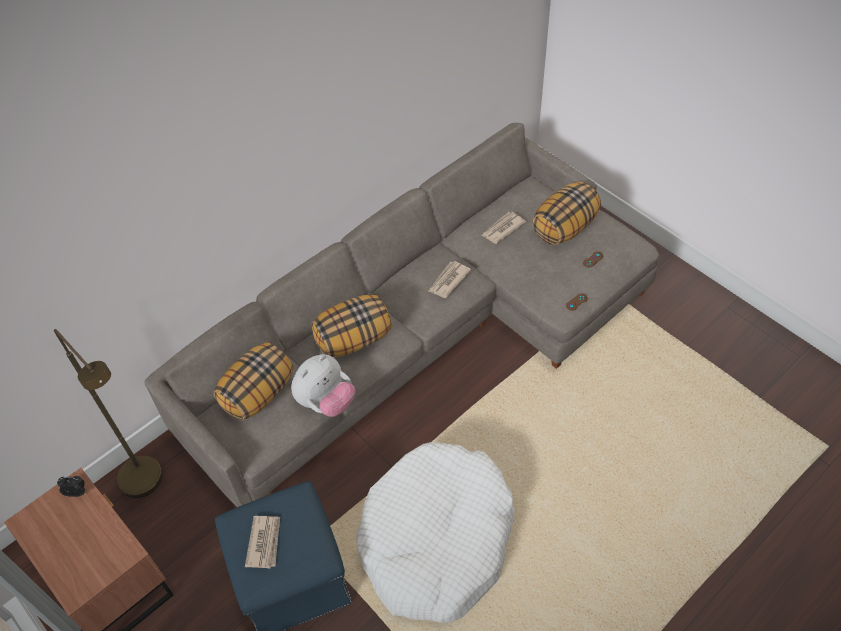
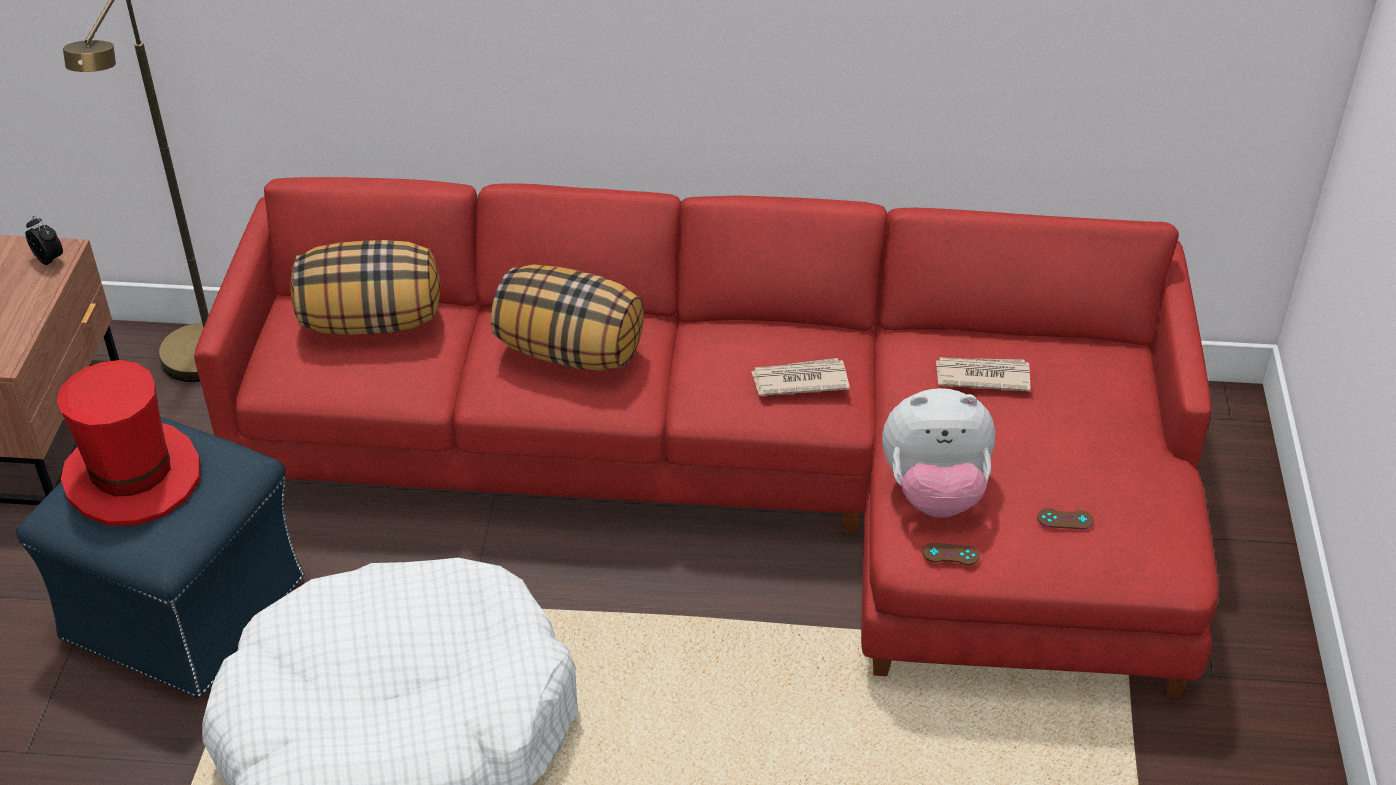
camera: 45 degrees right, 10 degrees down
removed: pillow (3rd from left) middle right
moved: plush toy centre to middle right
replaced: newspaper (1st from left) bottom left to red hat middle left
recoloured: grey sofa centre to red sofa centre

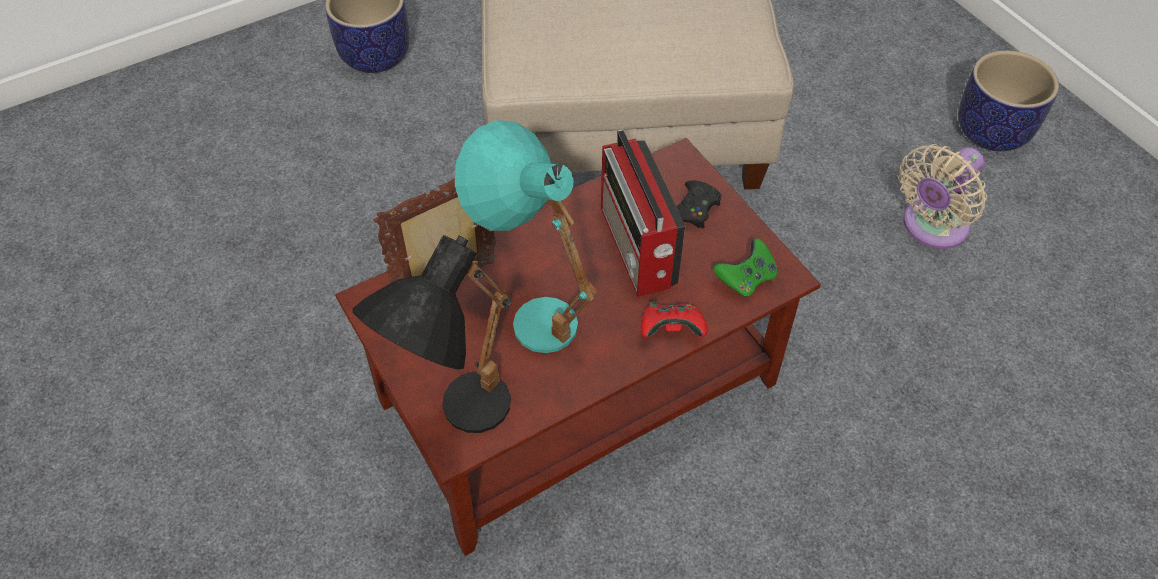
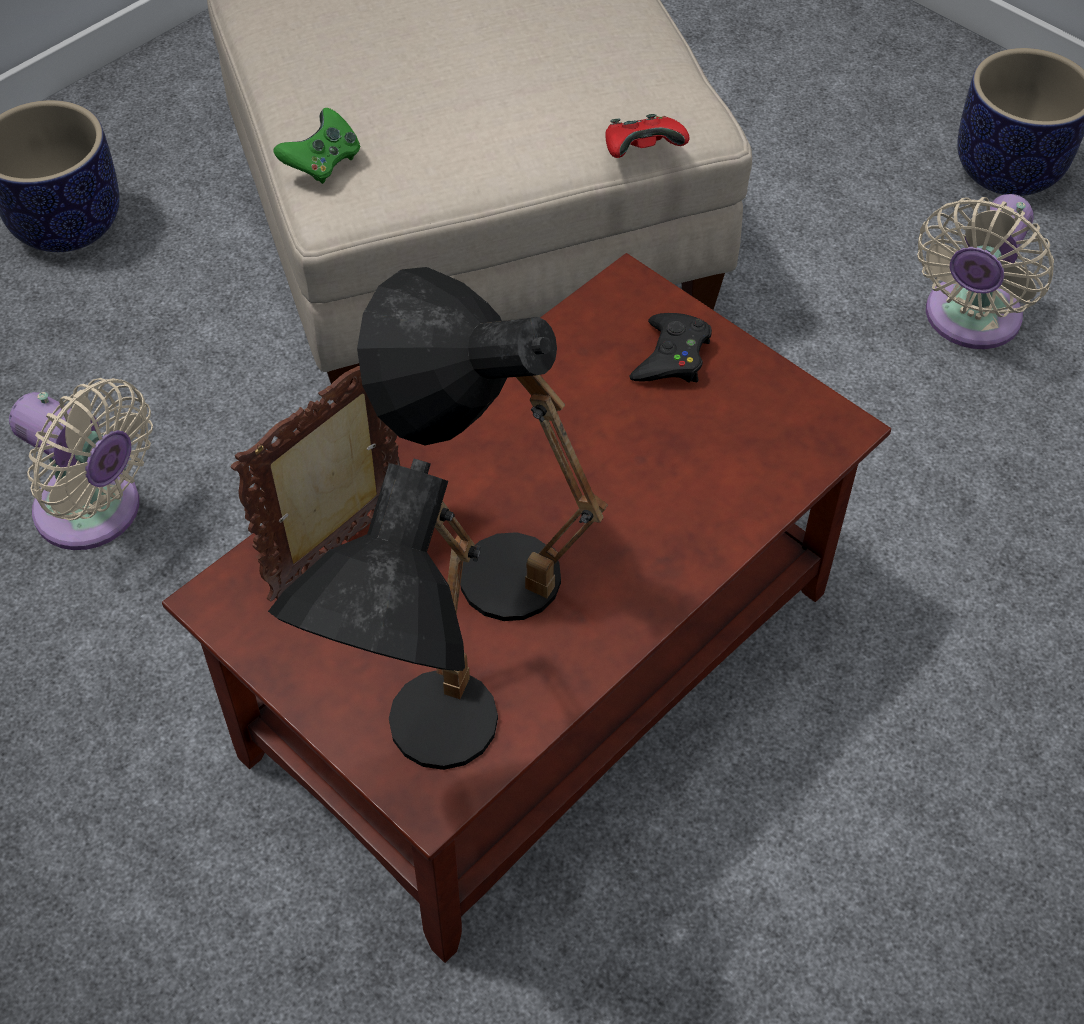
camera: 15 degrees left, 0 degrees up
removed: radio centre
added: beige fan (1st from left) middle left
moved: red game controller centre to top centre; green game controller centre to top left
recoloured: turquoise table lamp centre to black table lamp (2nd from left) centre

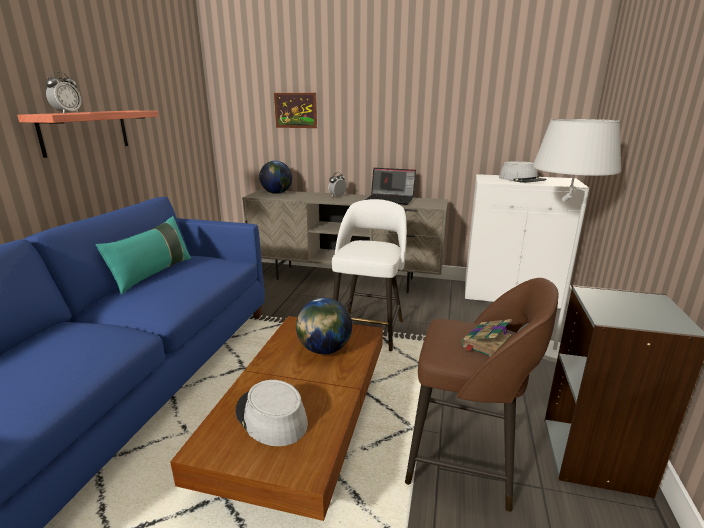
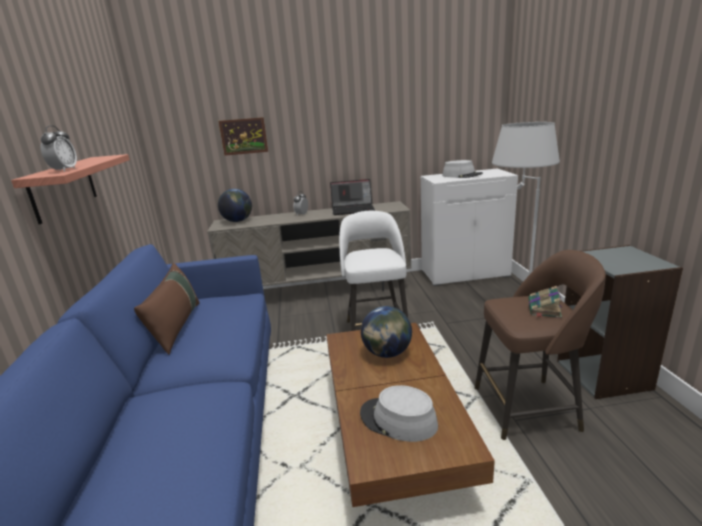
camera: 20 degrees left, 0 degrees up
recoloured: turquoise pillow middle left to brown pillow middle left

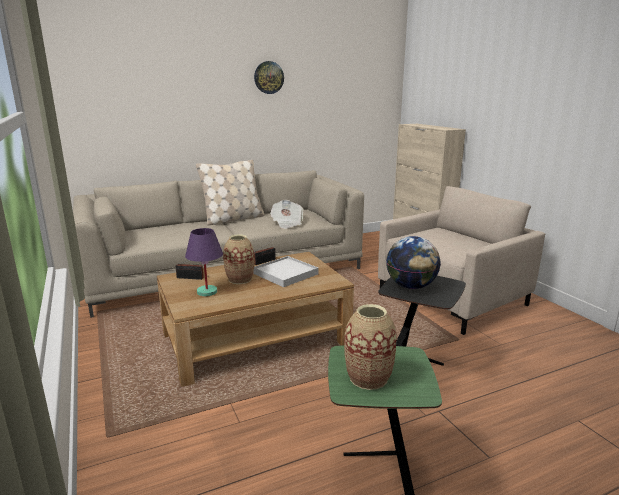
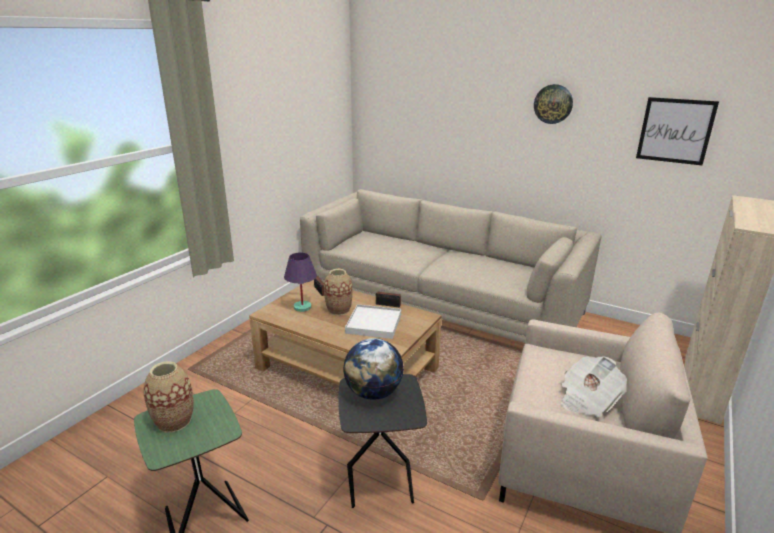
camera: 55 degrees right, 5 degrees up
removed: beige pillow centre
added: picture top right
moved: newspaper centre to bottom right

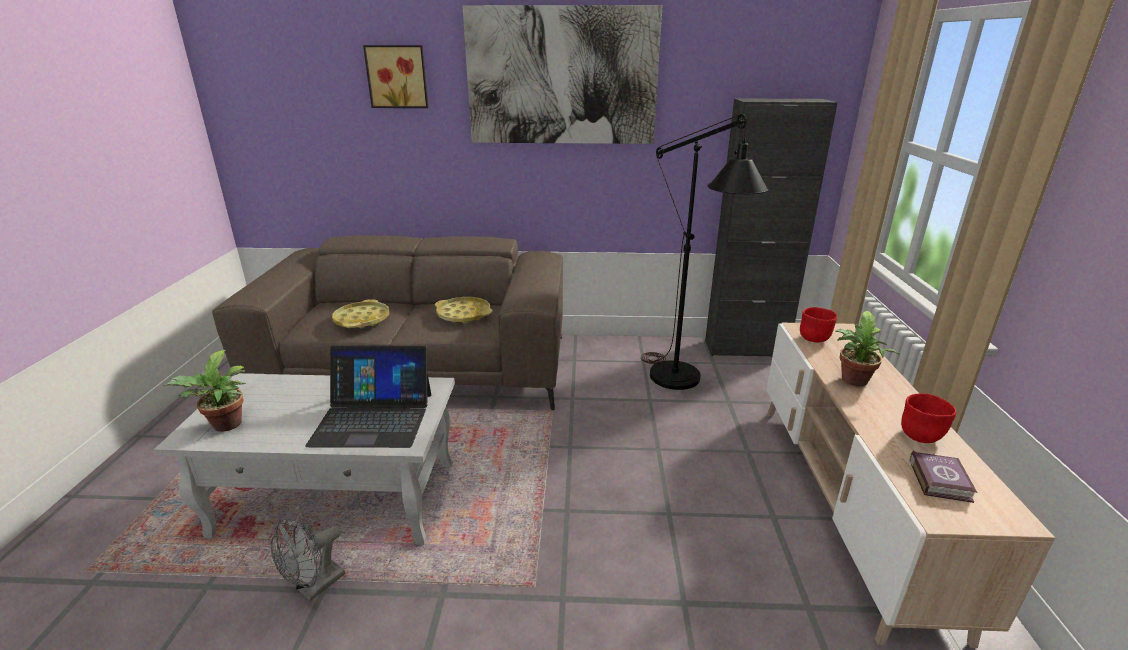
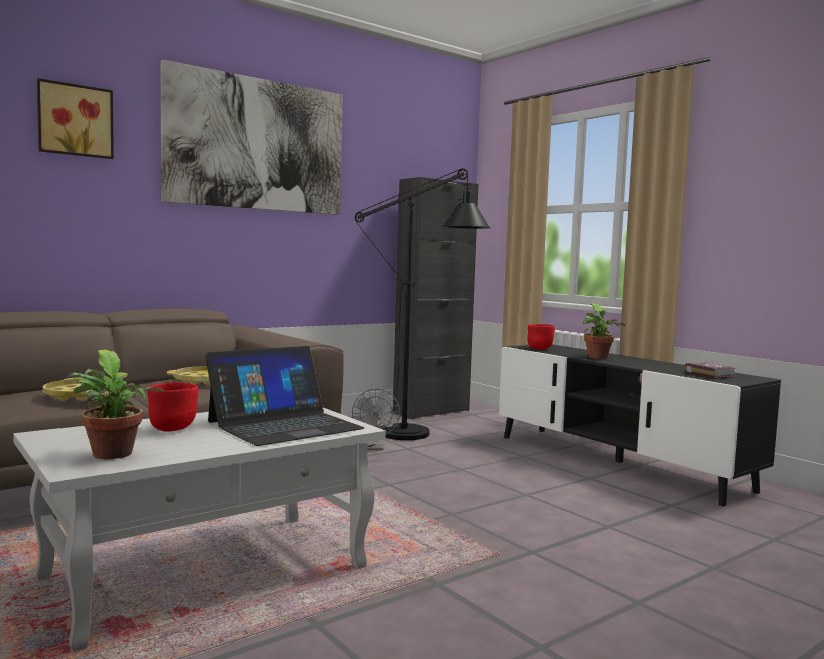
camera: 40 degrees left, 20 degrees down
moved: grey fan bottom left to centre; red bowl (2nd from left in the first image) middle right to red bowl (1st from left) middle left
recoloured: beige tv stand bottom right to black tv stand middle right

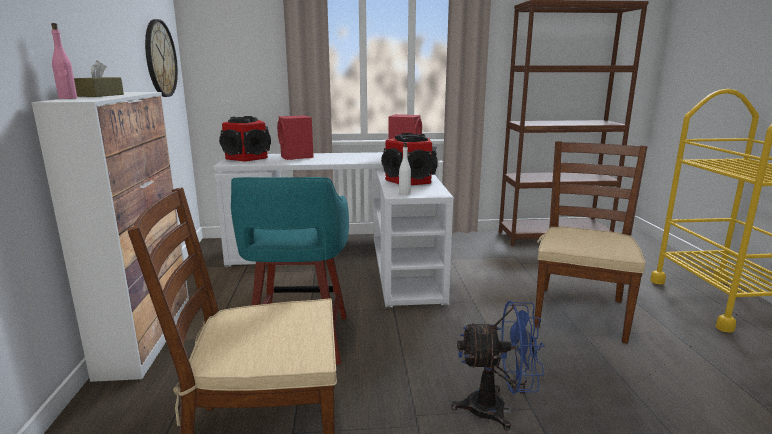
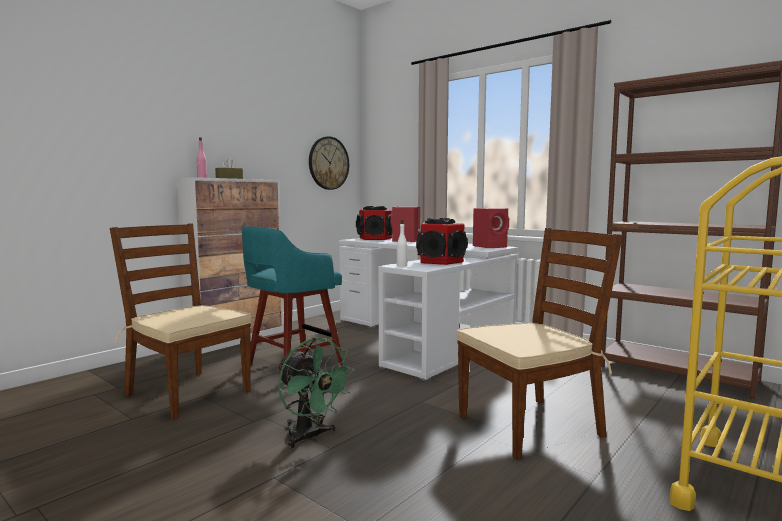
camera: 45 degrees right, 10 degrees down
recoloured: blue fan bottom centre to green fan bottom centre

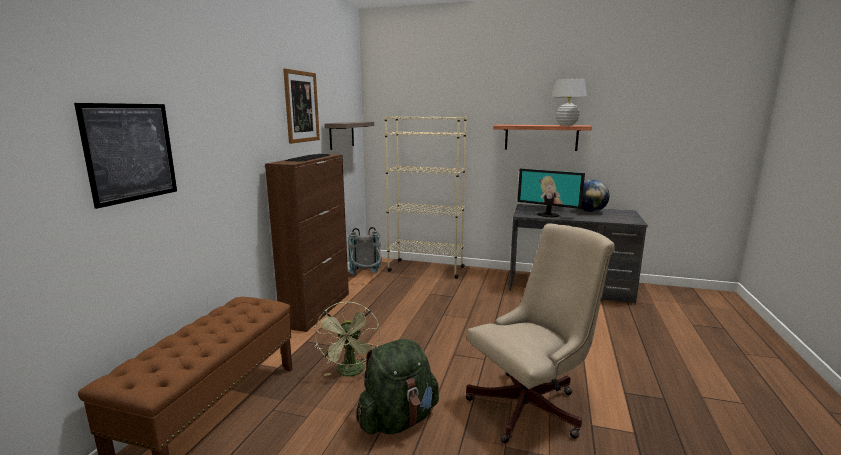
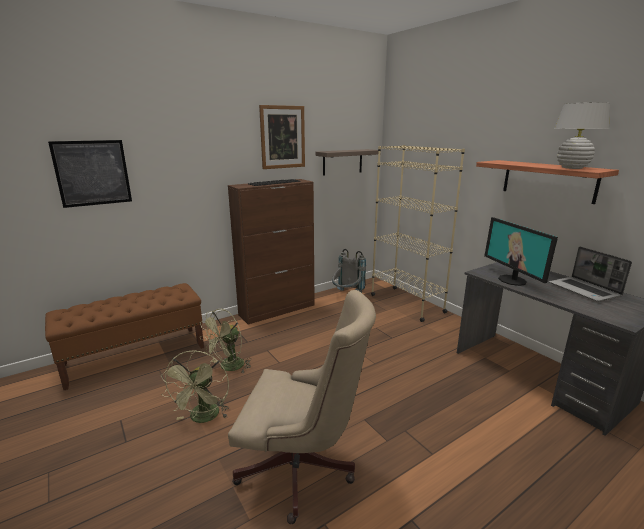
camera: 40 degrees right, 5 degrees up
replaced: green backpack bottom centre to green fan (1st from left) bottom left; globe middle right to laptop middle right

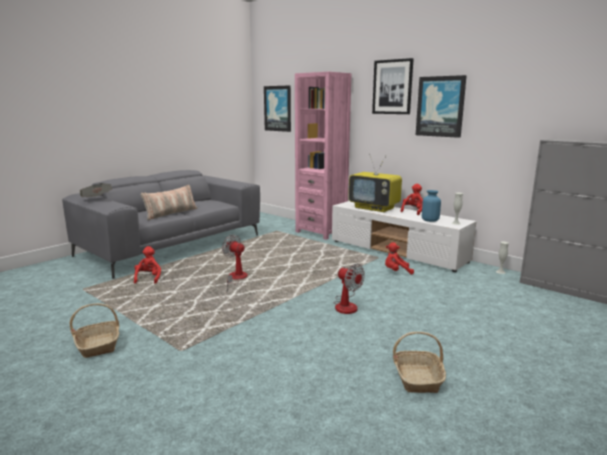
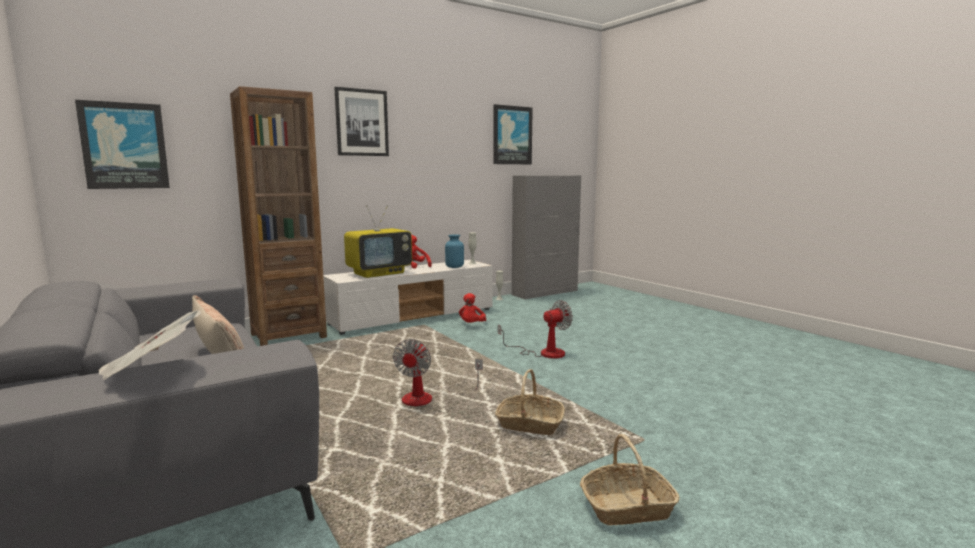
camera: 75 degrees left, 5 degrees down
removed: red plush toy (1st from left) middle left
moved: basket (2nd from left in the first image) bottom right to basket (1st from left) bottom centre; picture (3rd from left) top right to top centre
recoloured: pink bookcase centre to brown bookcase middle left
turned: fan (1st from left) centre = bottom centre 45 degrees counterclockwise

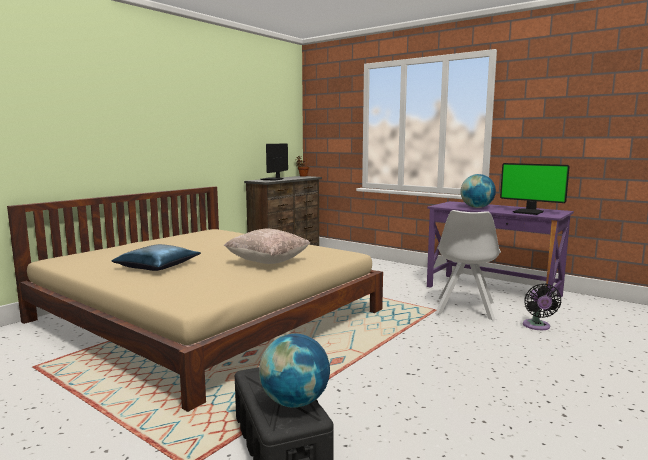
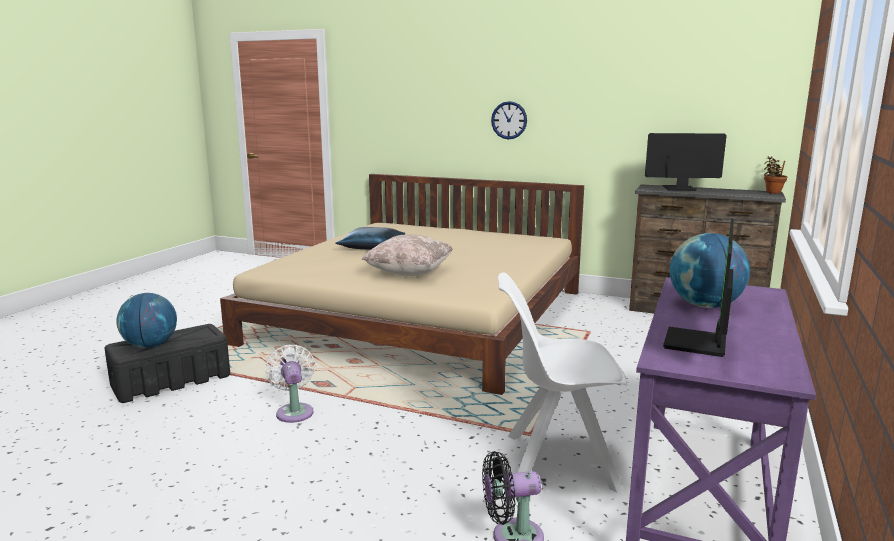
camera: 75 degrees right, 5 degrees up
added: white fan bottom left; wall clock top centre

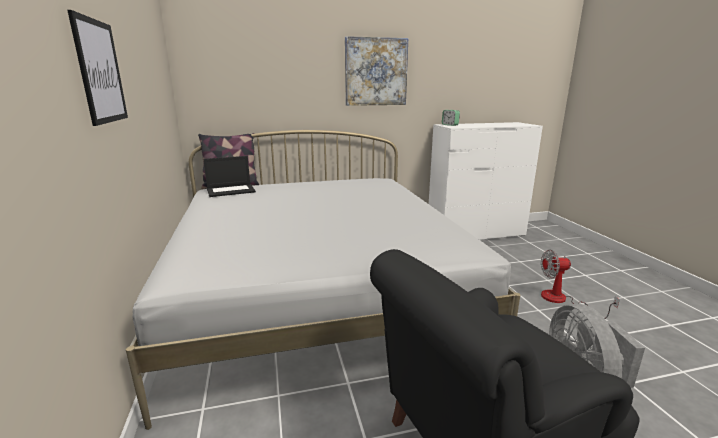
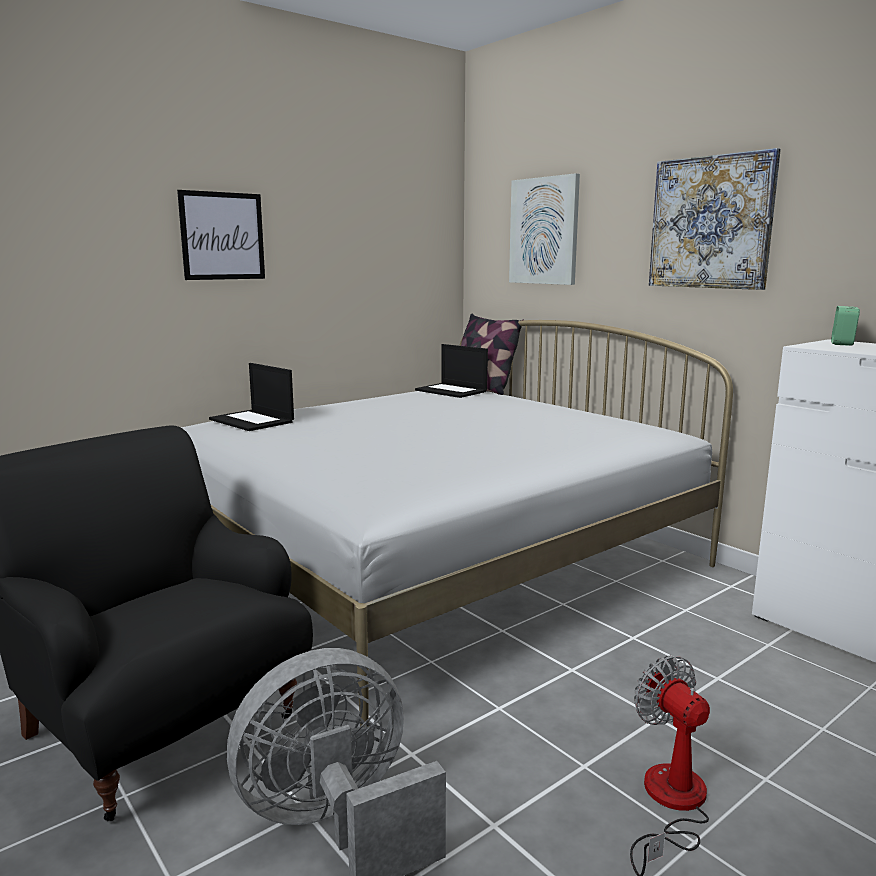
camera: 65 degrees right, 5 degrees down
added: laptop (1st from left) middle left; picture (2nd from left) top centre

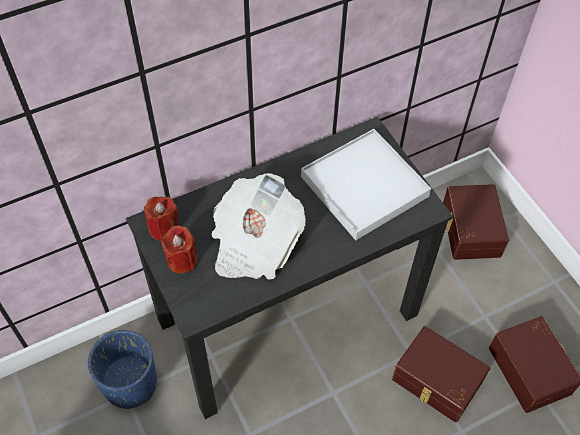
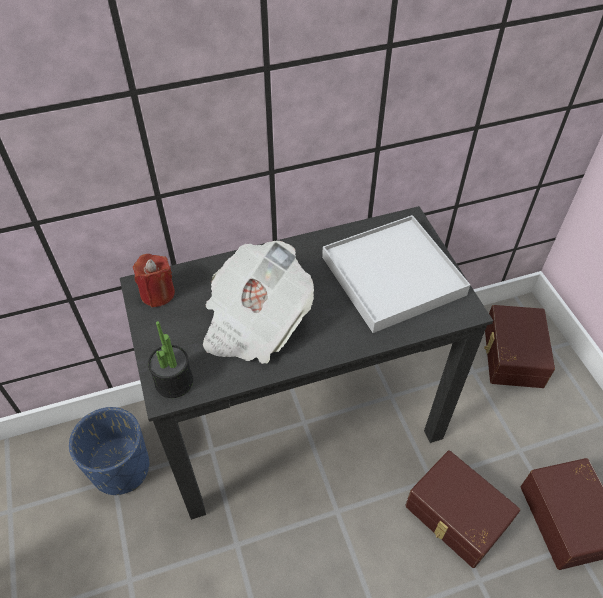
camera: 10 degrees right, 5 degrees down
removed: red candle (2nd from left) middle left
added: potted plant middle left

